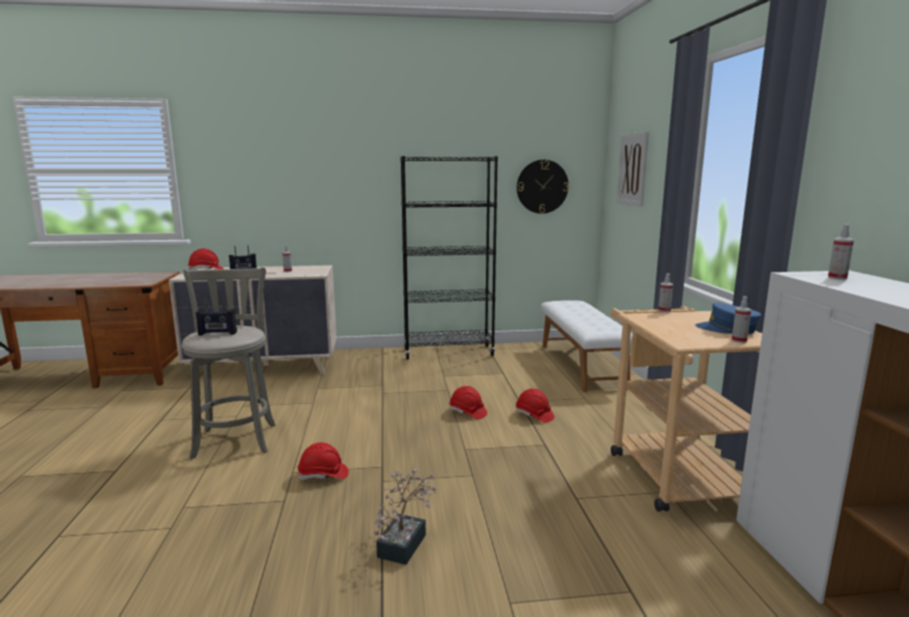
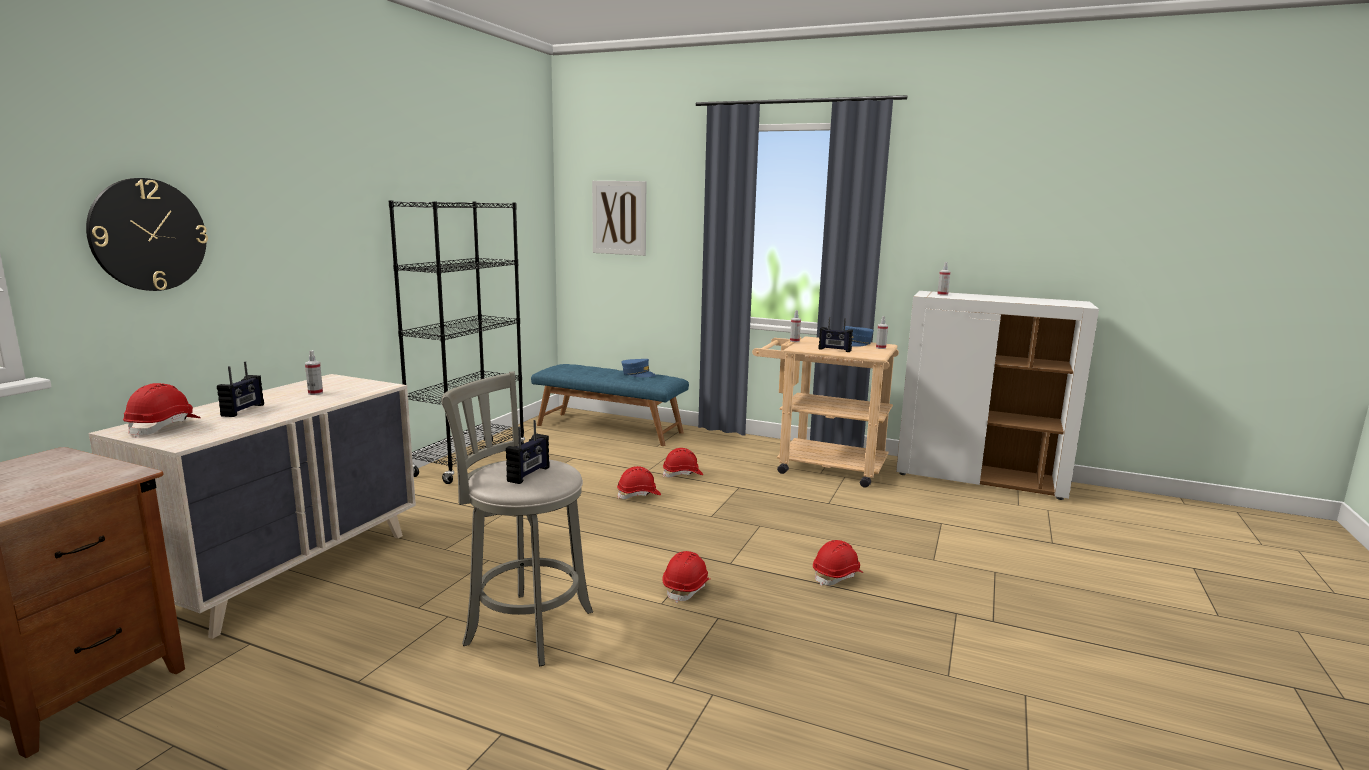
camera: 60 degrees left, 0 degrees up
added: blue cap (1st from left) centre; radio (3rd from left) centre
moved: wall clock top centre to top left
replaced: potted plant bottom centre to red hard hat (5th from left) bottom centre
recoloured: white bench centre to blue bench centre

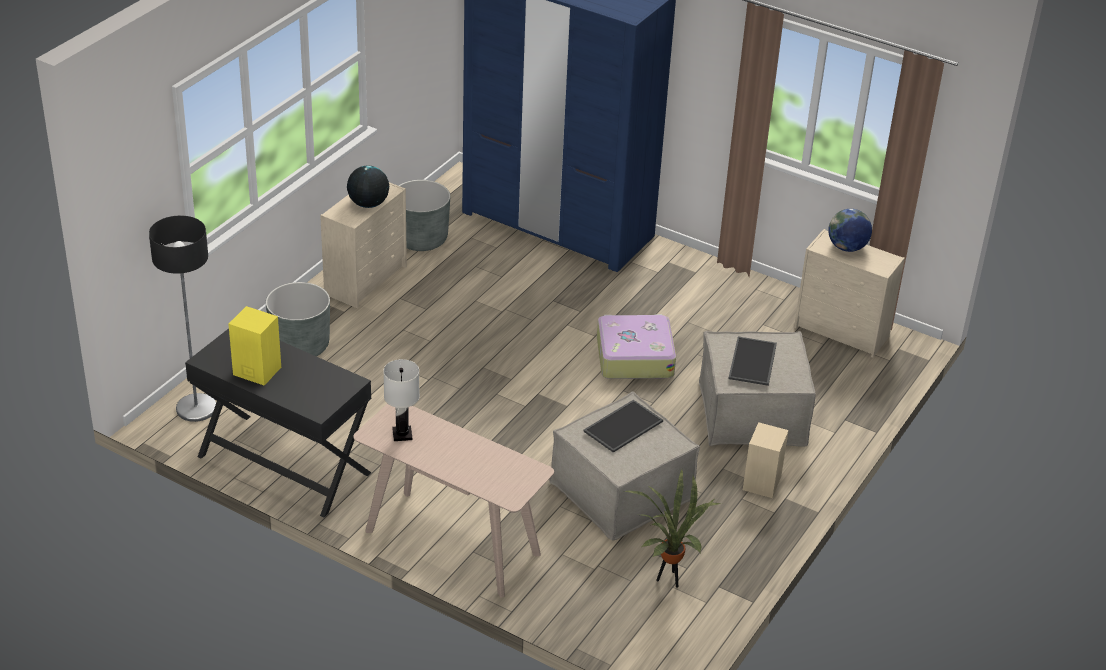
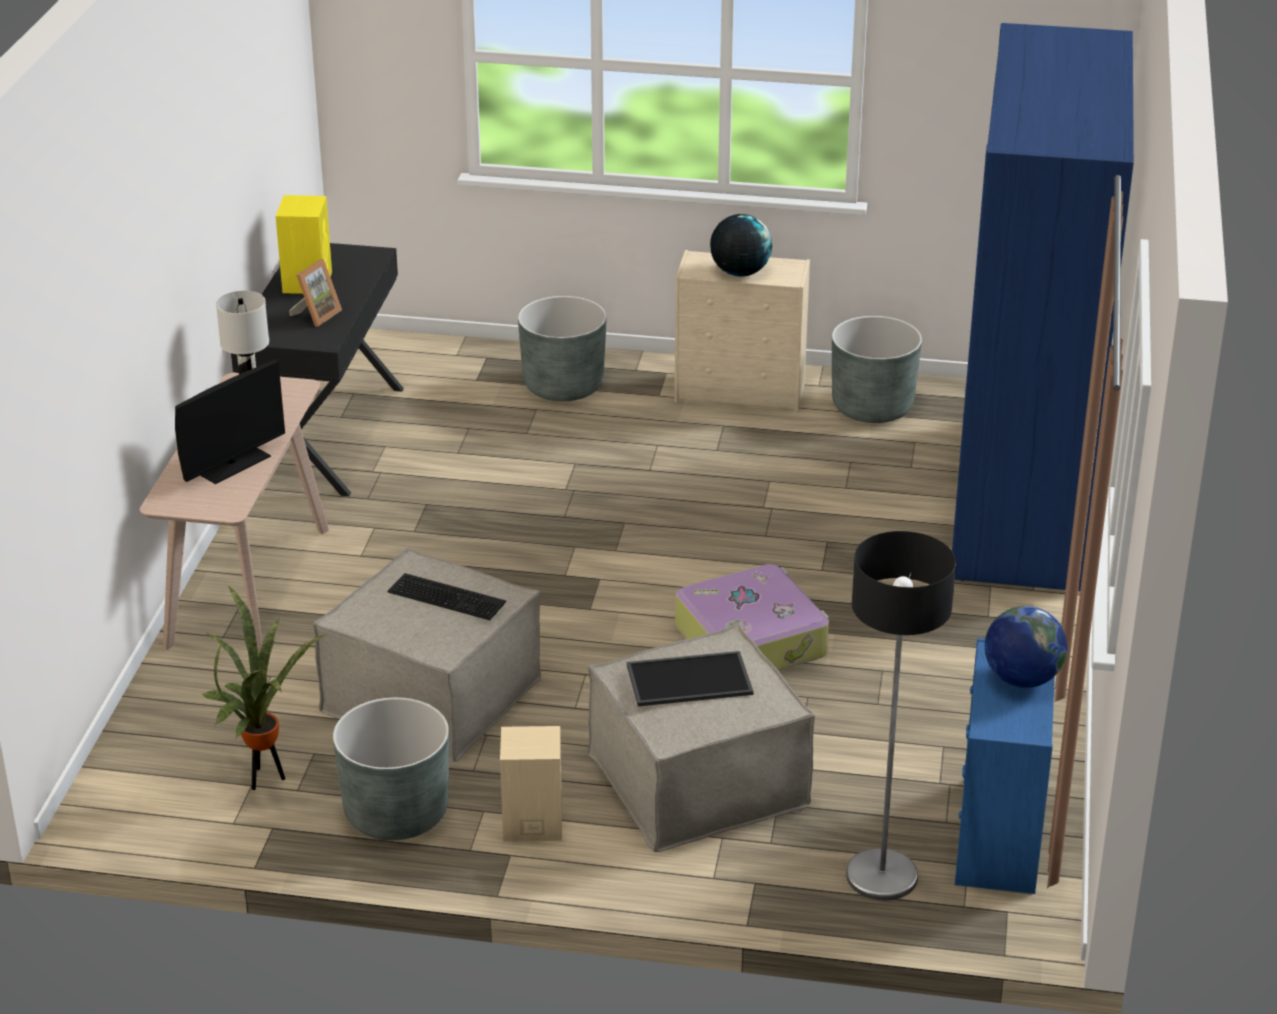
camera: 70 degrees right, 5 degrees down
added: monitor middle left; picture frame top left; grey planter (1st from left) bottom left
moved: floor lamp middle left to bottom right
replaced: tray (1st from left) centre to keyboard centre
recoloured: beige dresser (2nd from left) middle right to blue dresser bottom right

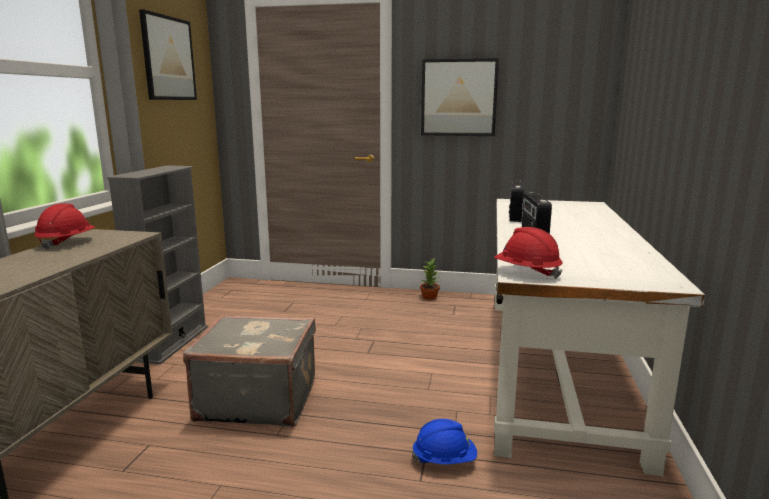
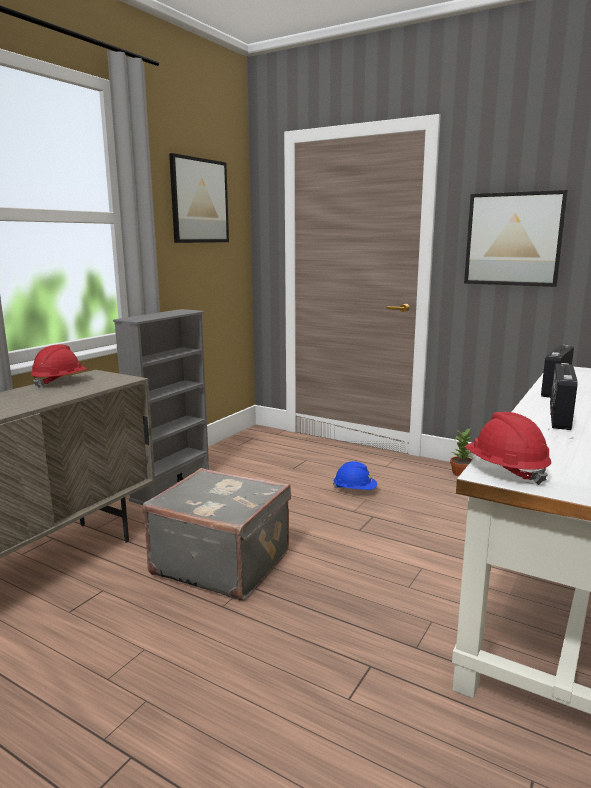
camera: 20 degrees right, 0 degrees up
moved: blue hard hat bottom centre to centre

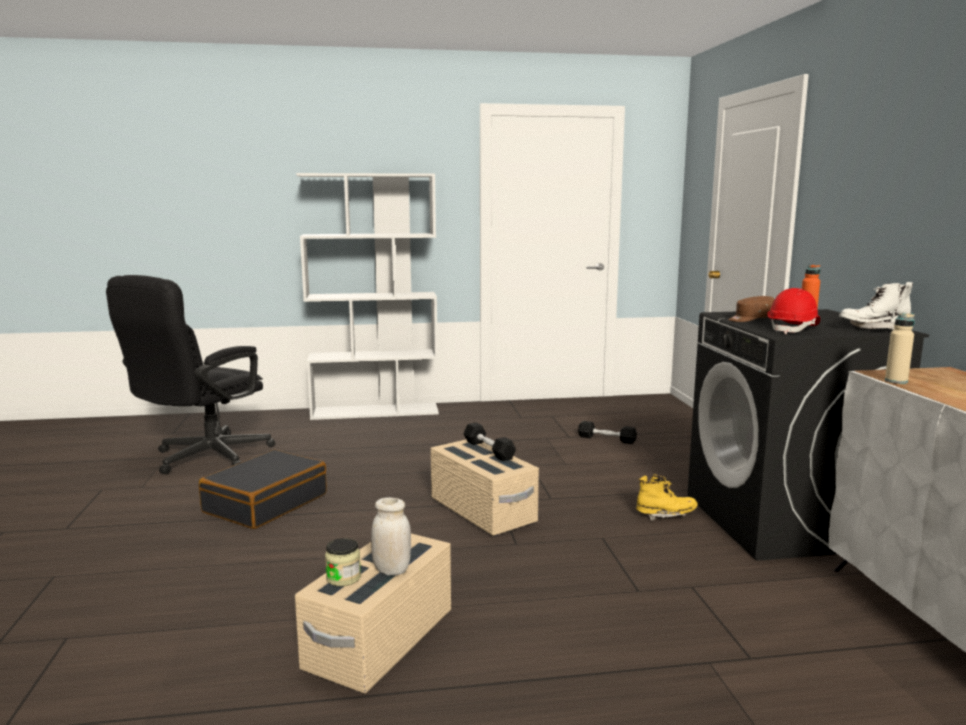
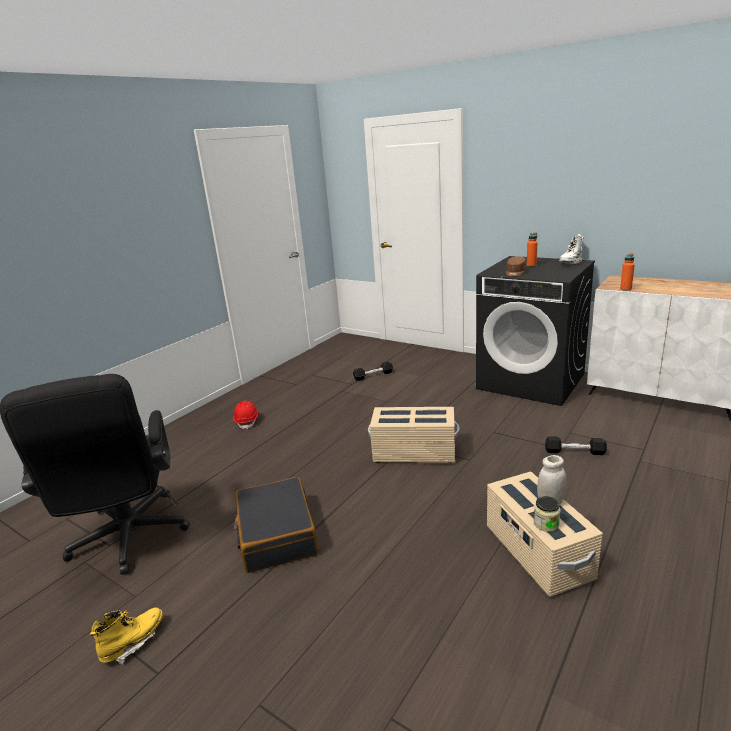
camera: 45 degrees left, 10 degrees up
removed: white bookcase centre
moved: black dumbbell (1st from left in the first image) centre to black dumbbell (2nd from left) middle right; yellow boot bottom right to bottom left; red hard hat middle right to centre
recoloured: beige bottle middle right to orange bottle (2nd from left) middle right

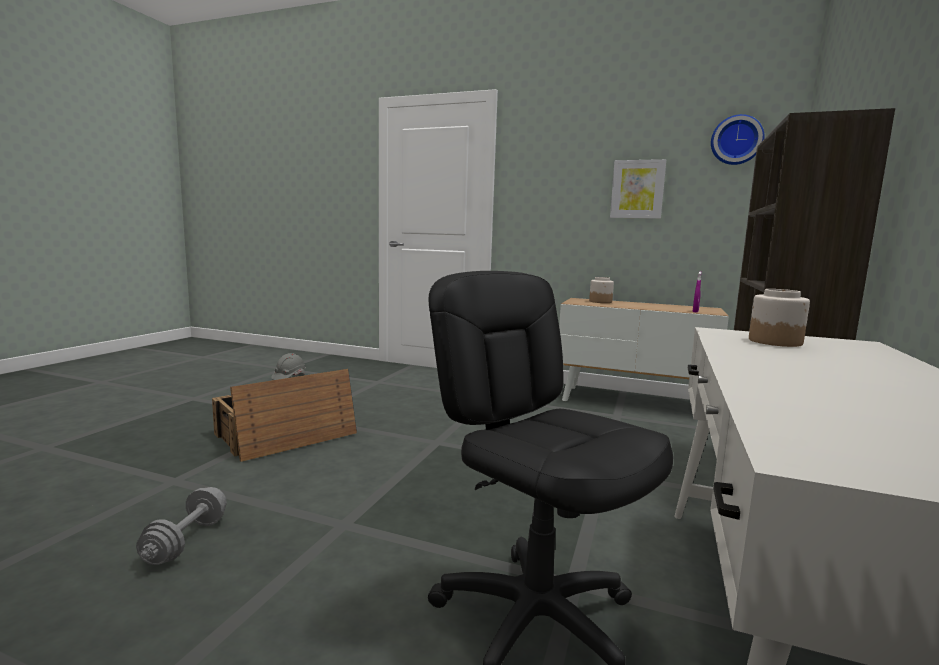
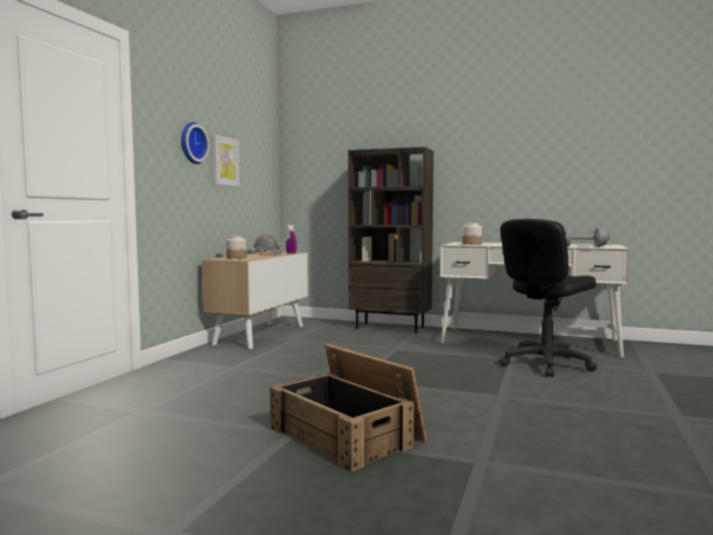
camera: 90 degrees left, 5 degrees down
moved: grey dumbbell bottom left to middle right; grey hard hat middle left to centre; wall clock top right to top left

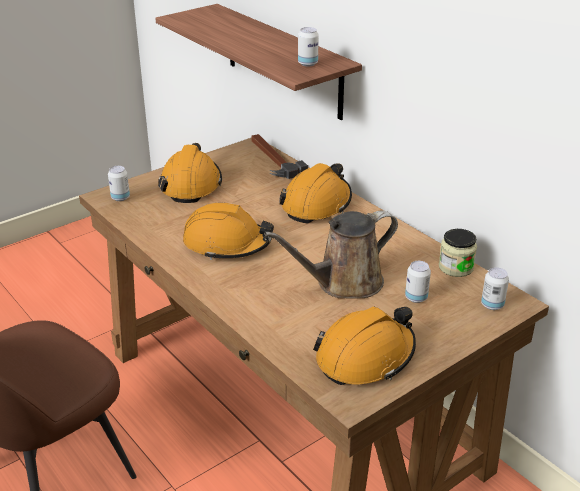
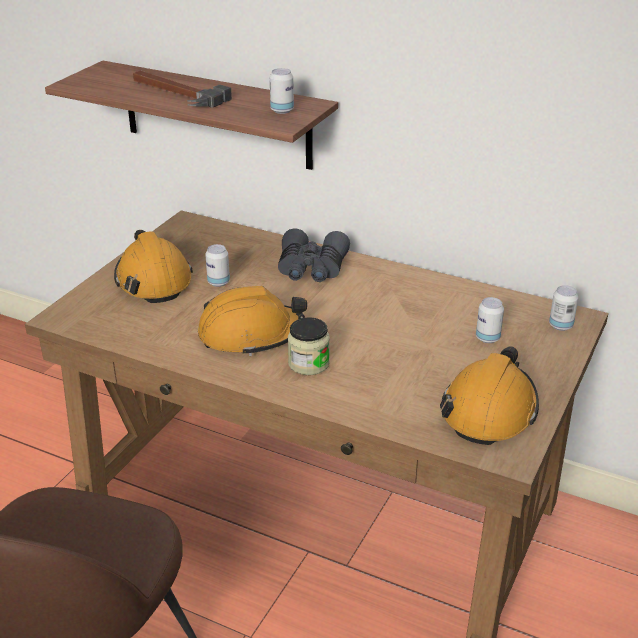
camera: 25 degrees left, 0 degrees up
removed: brown watering can centre
moved: can (1st from left) middle left to centre; hammer top centre to top left; jar middle right to centre
replaced: orange hard hat (3rd from left) centre to grey binoculars centre

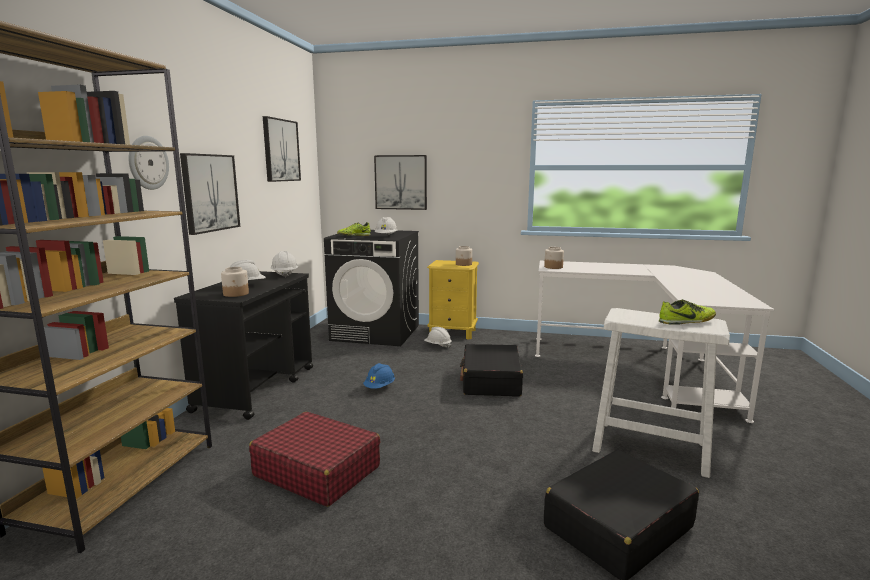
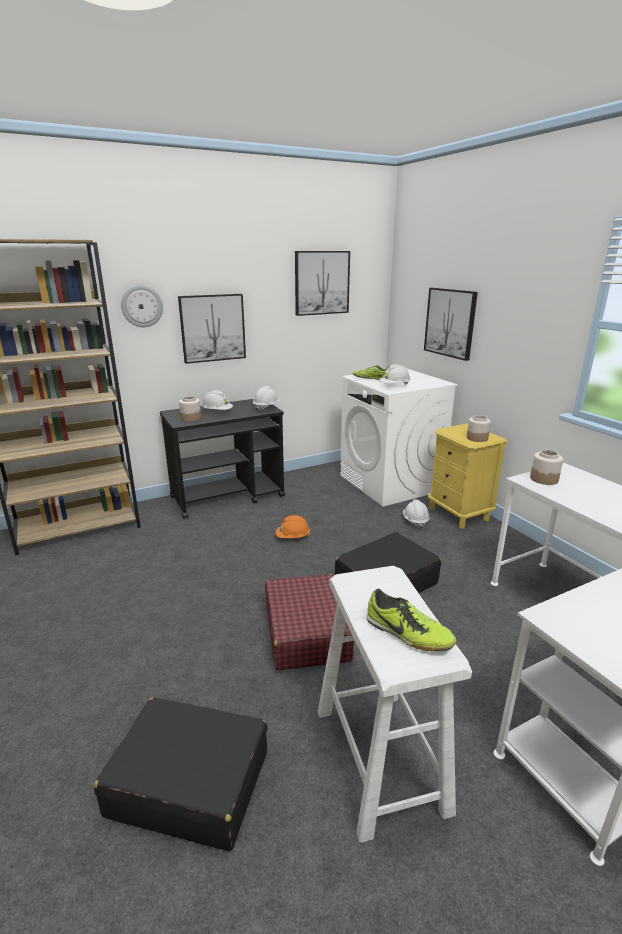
camera: 50 degrees right, 10 degrees up
moved: red suitcase bottom centre to centre
recoloured: black washing machine centre to white washing machine centre; blue hard hat centre to orange hard hat centre

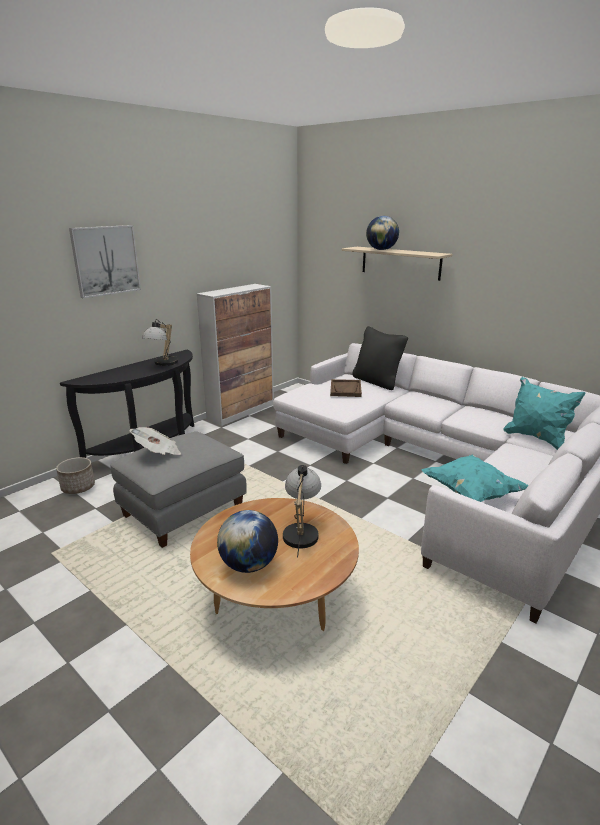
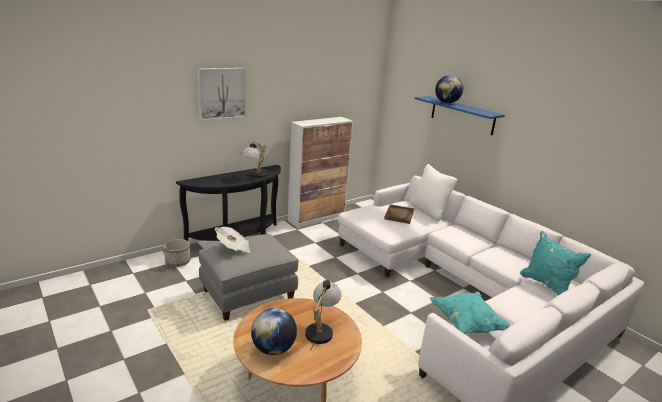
camera: 10 degrees right, 0 degrees up
recoloured: beige shelf top centre to blue shelf top right; black pillow centre to white pillow centre

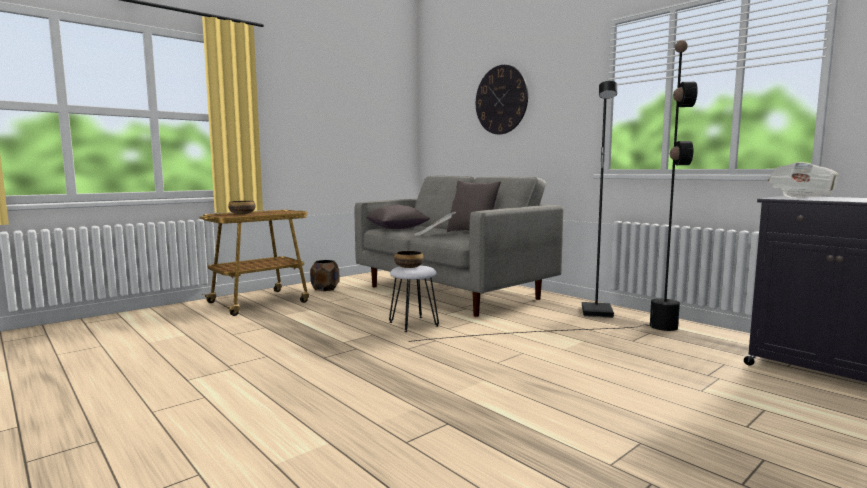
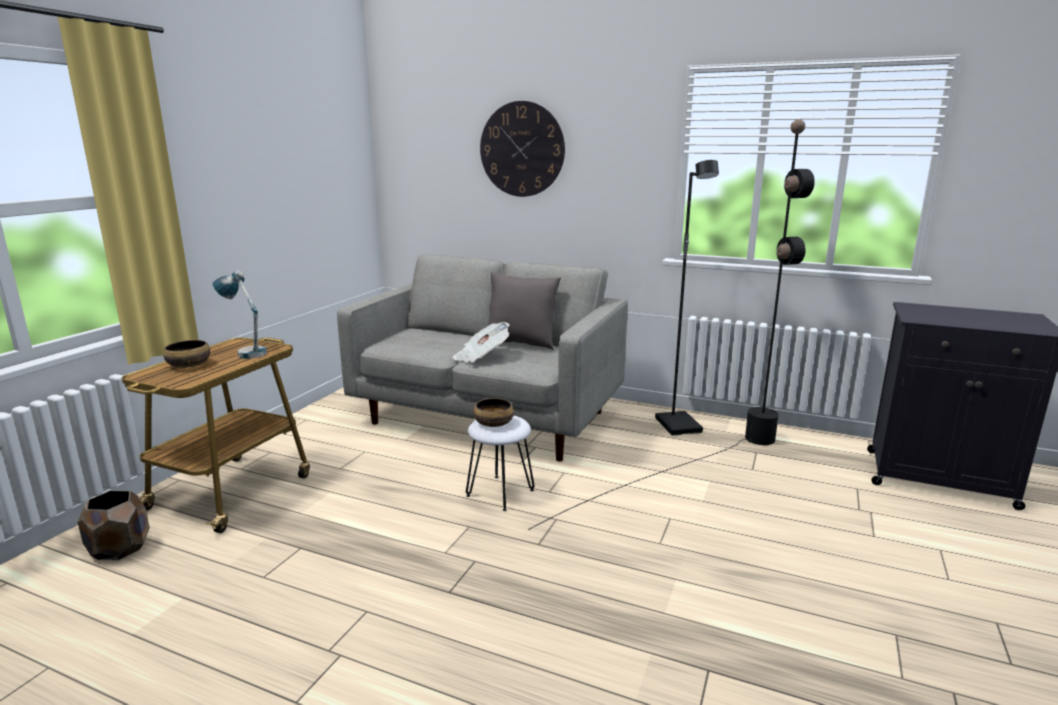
camera: 25 degrees left, 10 degrees up
removed: grey pillow (1st from left) centre; newspaper (2nd from left) middle right
added: table lamp middle left
moved: brown planter centre to bottom left

